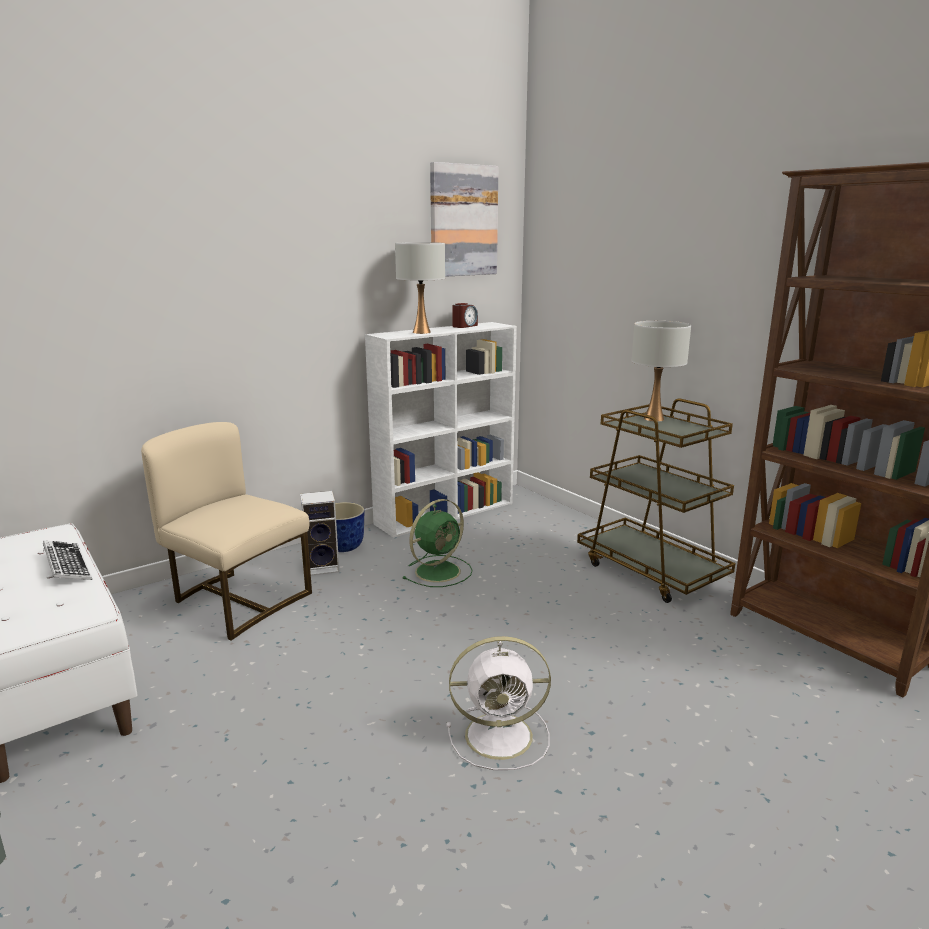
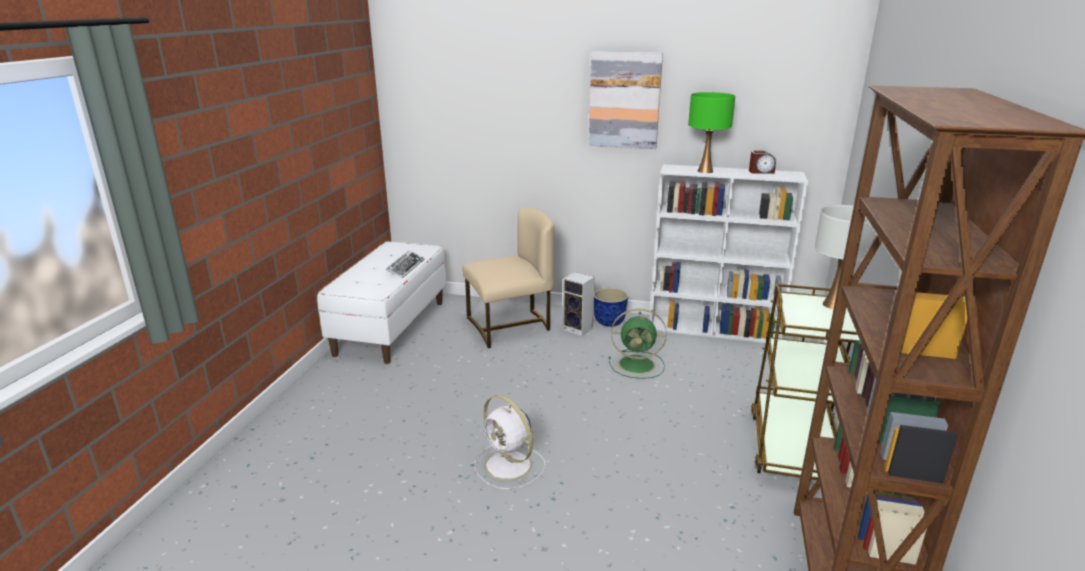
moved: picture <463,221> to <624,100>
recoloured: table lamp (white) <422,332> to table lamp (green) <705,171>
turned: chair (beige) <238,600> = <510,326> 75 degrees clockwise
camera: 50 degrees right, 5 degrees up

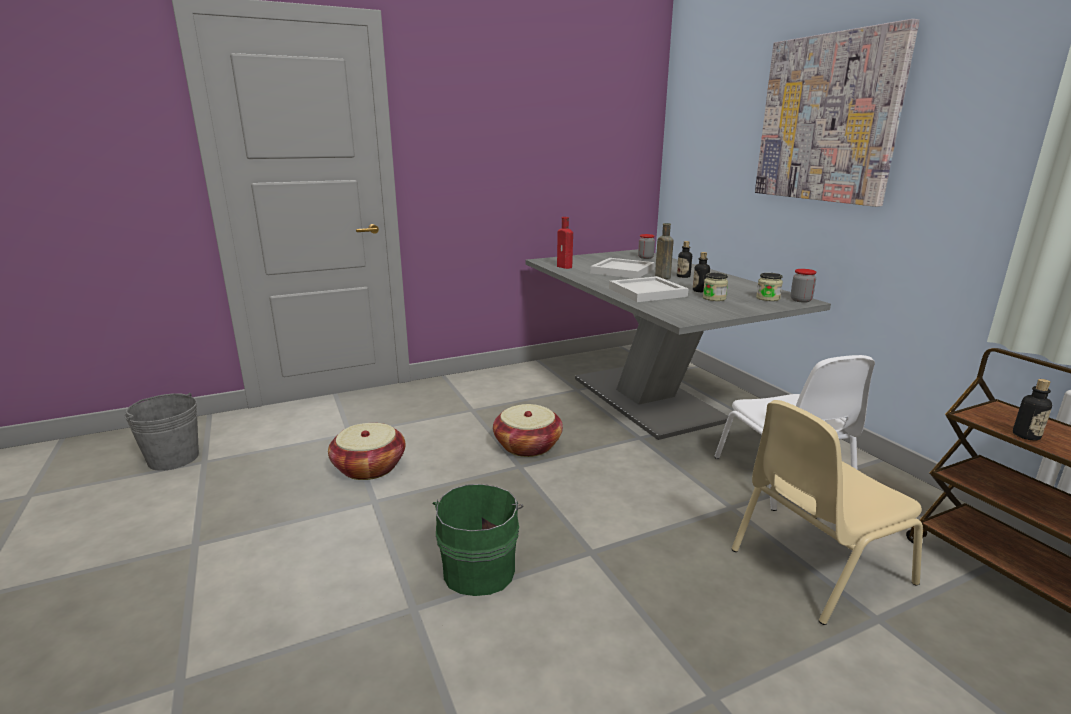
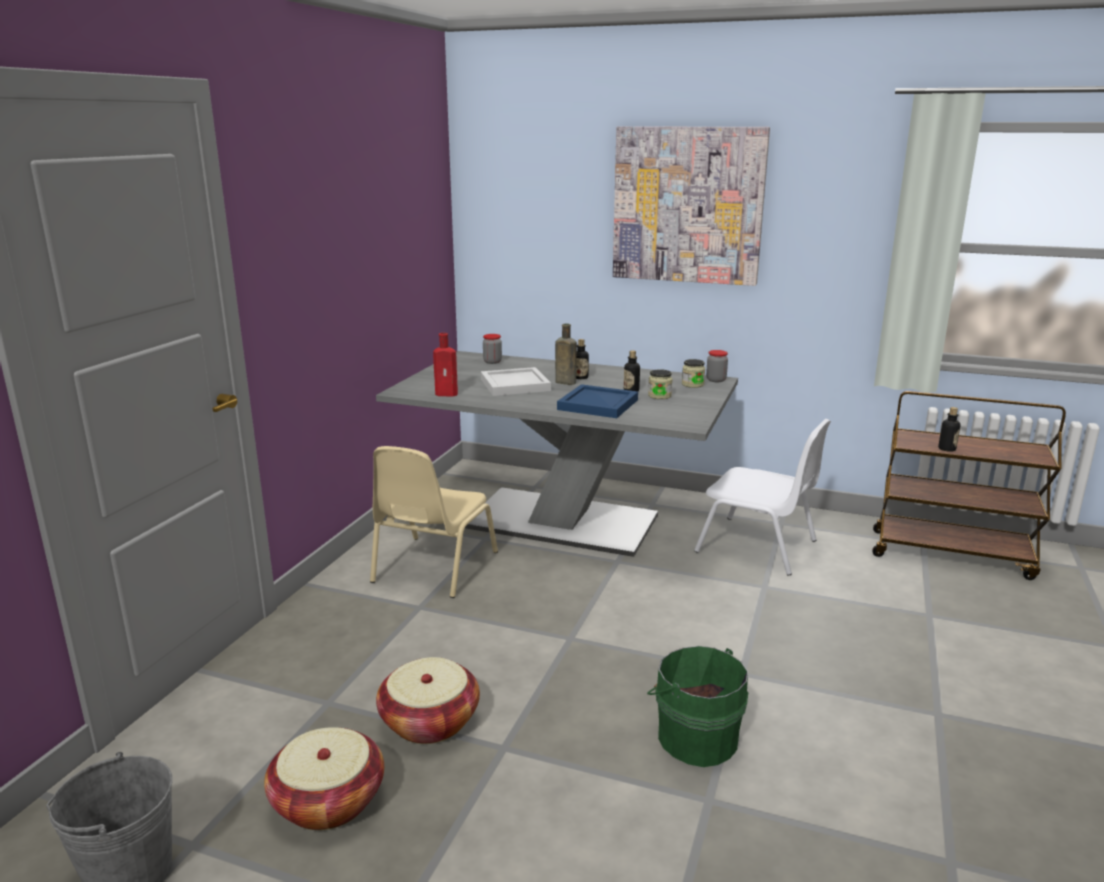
moved: basket <527,445> to <328,801>; chair (beige) <816,566> to <433,567>
recoloured: tray (white) <648,292> to tray (blue) <599,404>
camera: 45 degrees left, 0 degrees up

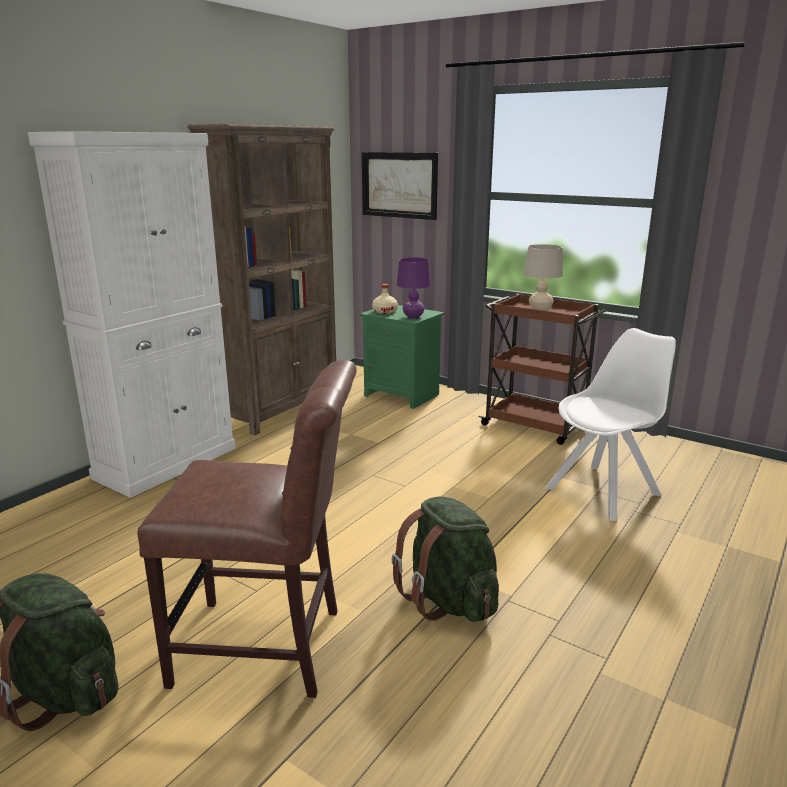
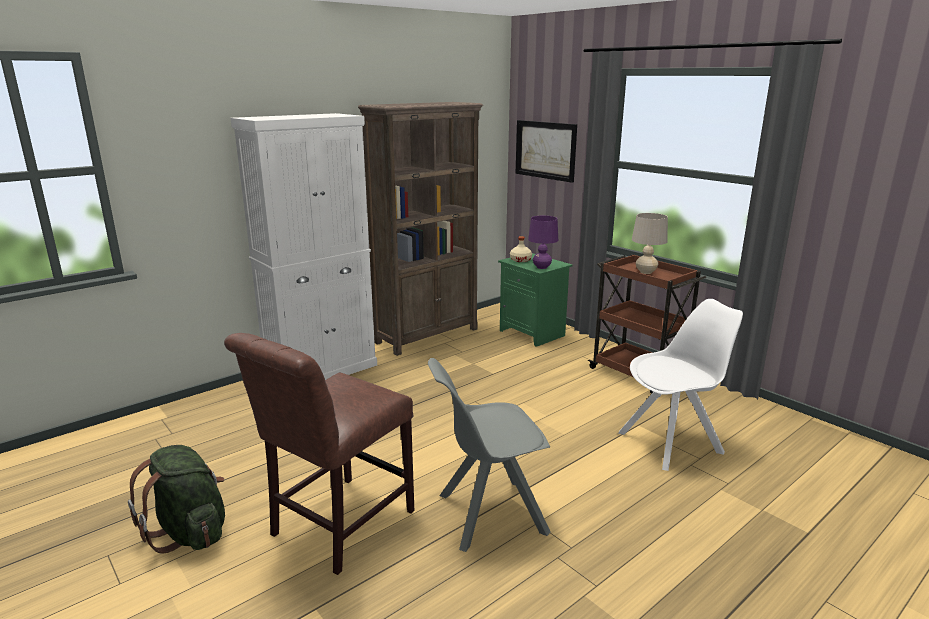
replaced: backpack (green) <448,600> to chair (grey) <488,514>
turned: chair (brown) <268,648> = <336,526> 105 degrees clockwise
camera: 15 degrees right, 0 degrees up

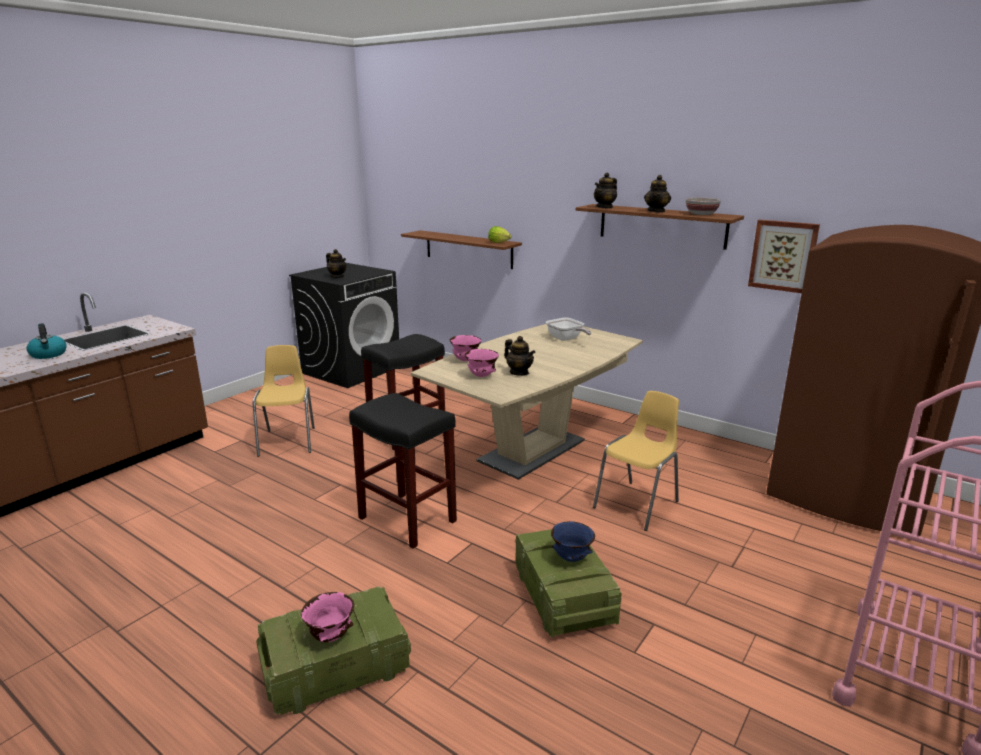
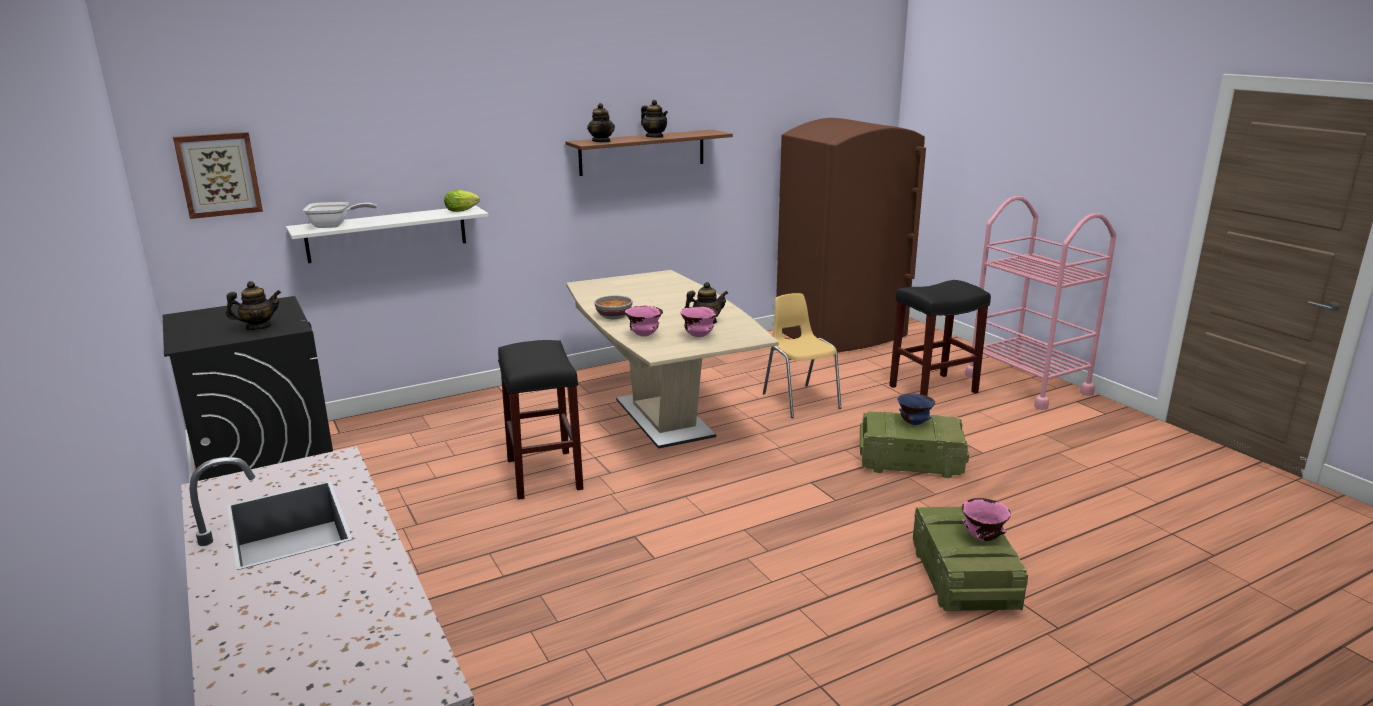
removed: kettle <49,354>; chair (yellow) <288,441>
moved: stool (black) <406,519> to <932,390>; frying pan <566,339> to <334,226>; bowl <701,214> to <613,316>; picture <783,255> to <218,174>
recoloured: shelf (brown) <468,249> to shelf (white) <387,233>
camera: 65 degrees left, 0 degrees up

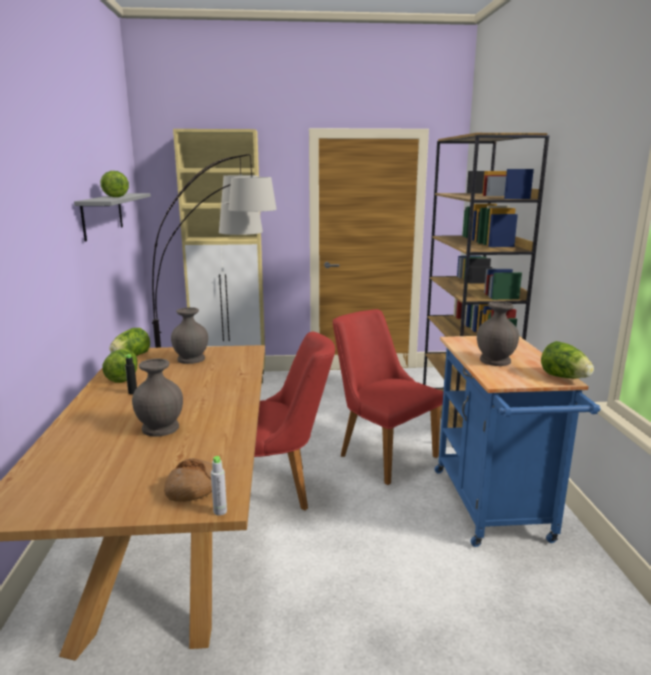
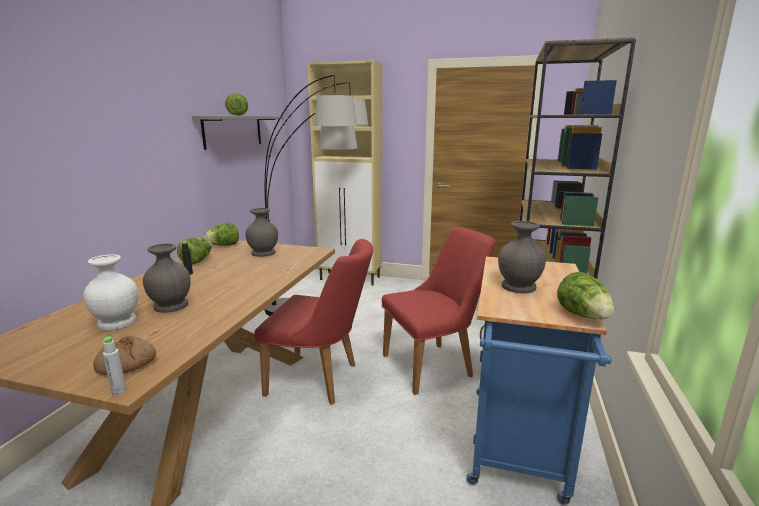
added: vase (white) <117,321>
turned: chair (red) <380,453> = <435,364> 90 degrees clockwise
camera: 20 degrees right, 0 degrees up

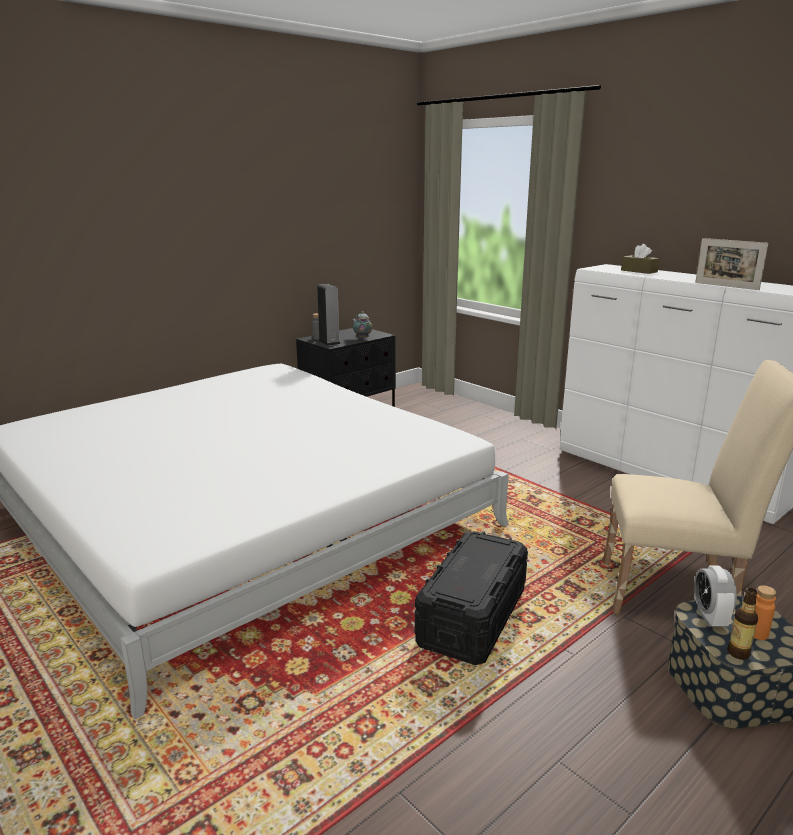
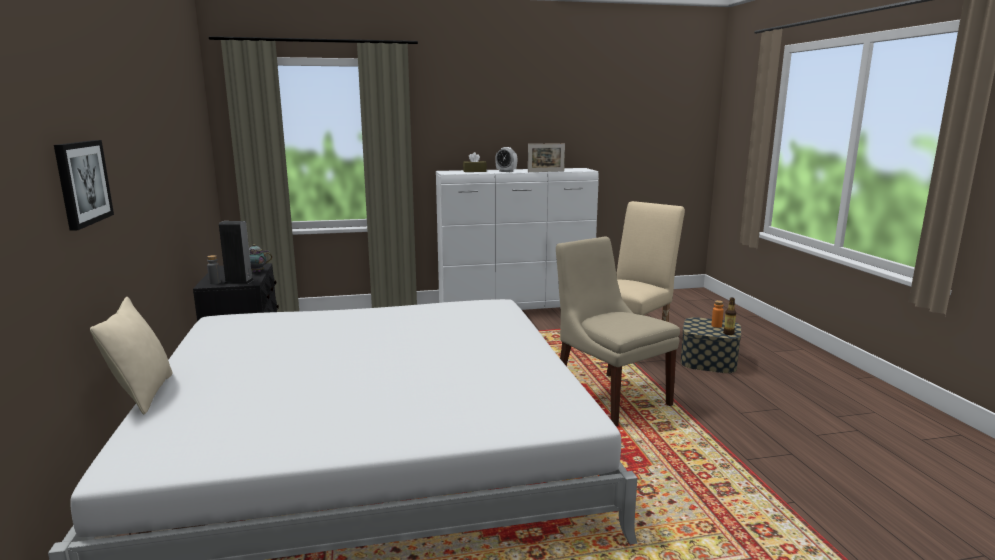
added: picture <82,183>; pillow (beige) <143,394>
moved: alarm clock <710,617> to <506,171>
replaced: storage box (black) <473,617> to chair (beige) <608,397>
camera: 60 degrees left, 5 degrees down

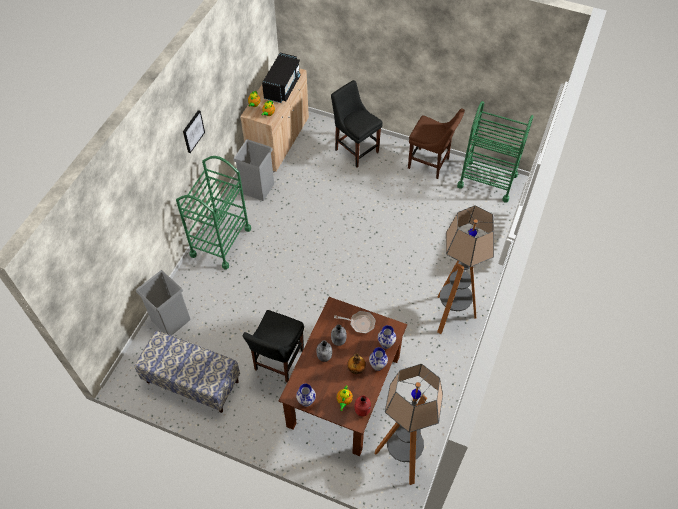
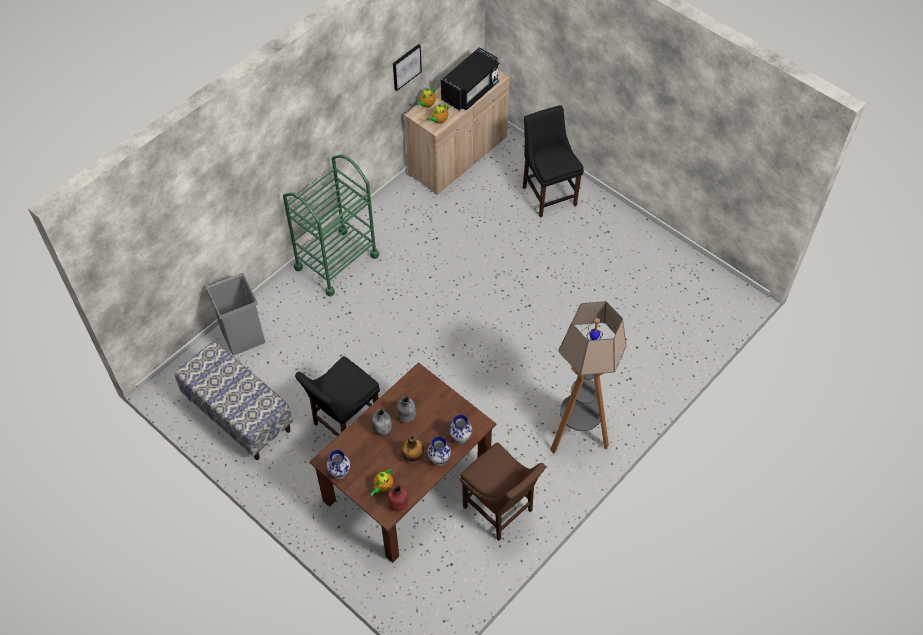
removed: trash can (grey) <258,188>; frying pan <360,323>; floor lamp <402,457>; cart (green) <487,181>
moved: picture <193,131> to <406,66>; chair (brown) <430,164> to <500,511>
camera: 20 degrees right, 0 degrees up

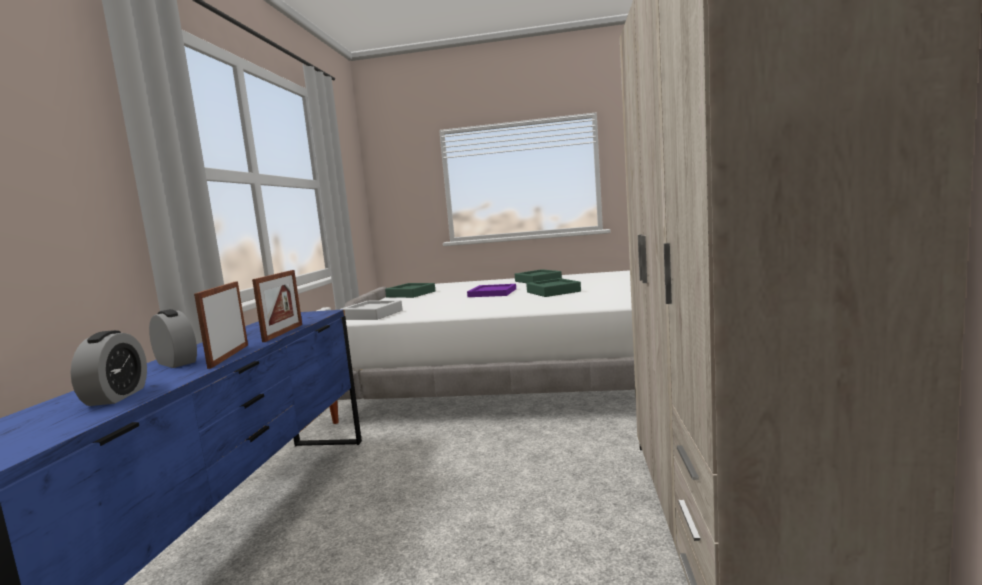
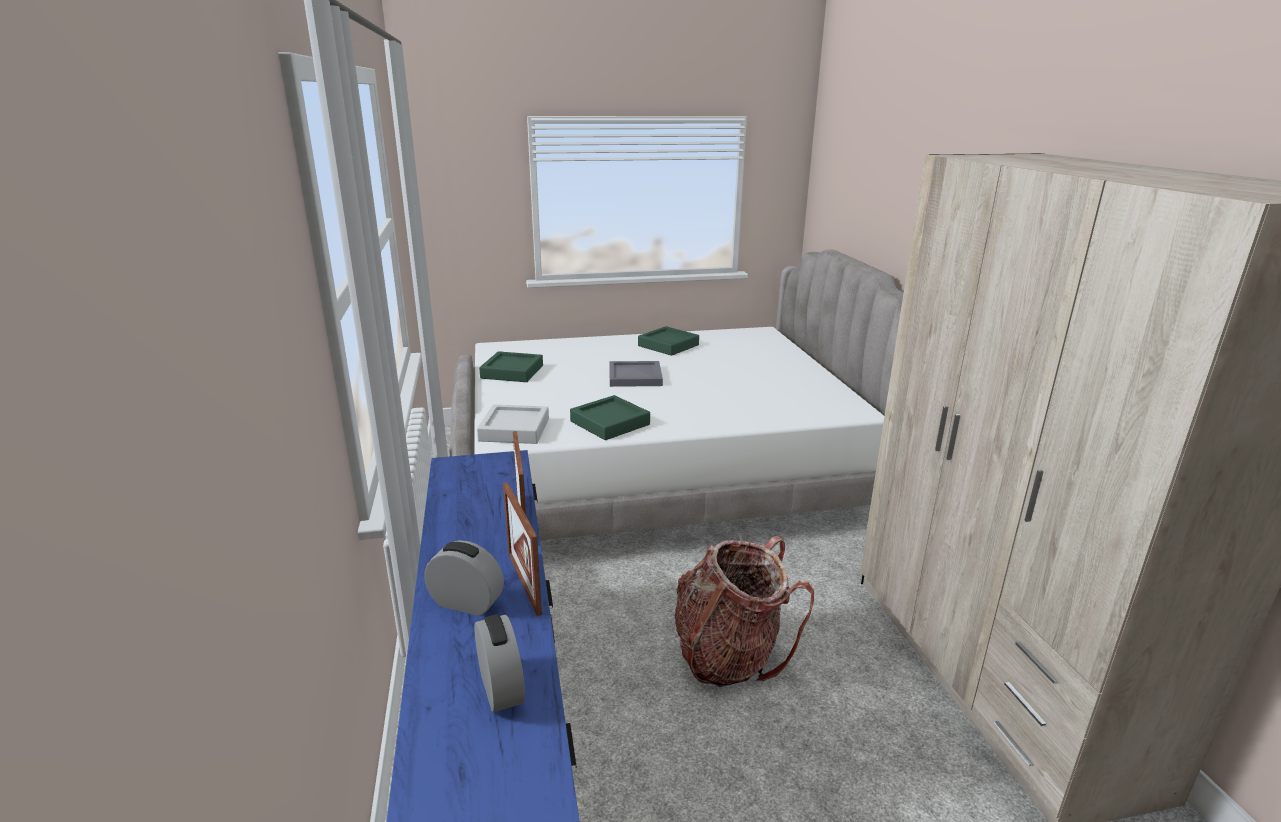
added: backpack <729,655>
moved: tray (green) <553,292> to <610,423>
recoloured: tray (purple) <492,293> to tray (grey) <634,376>
camera: 20 degrees left, 15 degrees up

